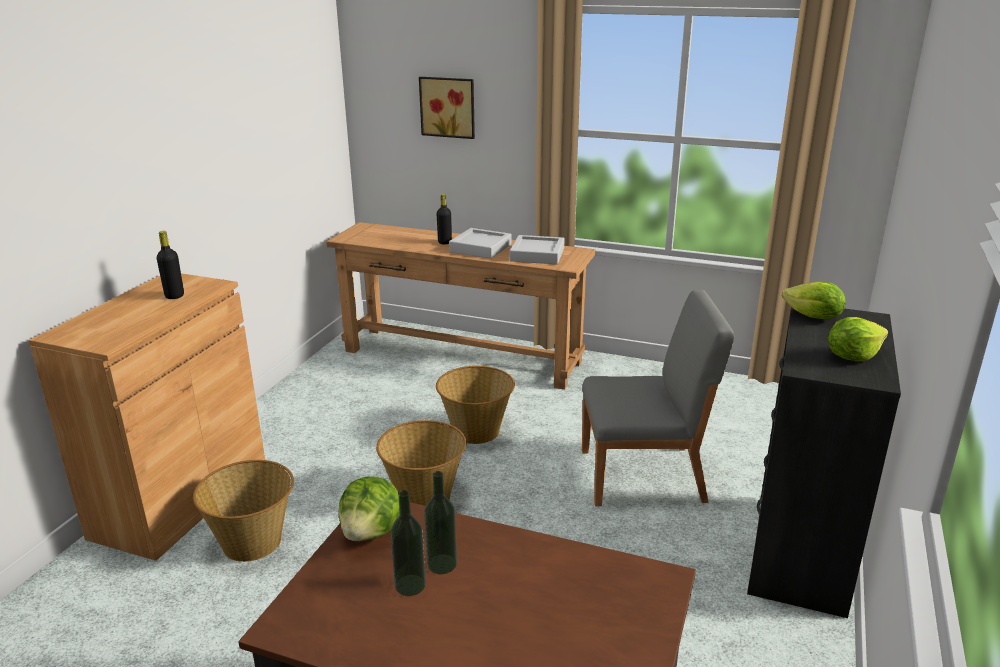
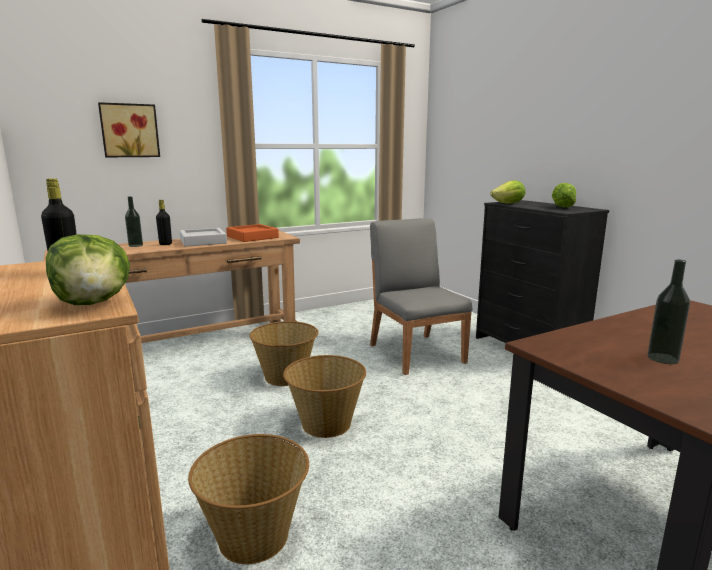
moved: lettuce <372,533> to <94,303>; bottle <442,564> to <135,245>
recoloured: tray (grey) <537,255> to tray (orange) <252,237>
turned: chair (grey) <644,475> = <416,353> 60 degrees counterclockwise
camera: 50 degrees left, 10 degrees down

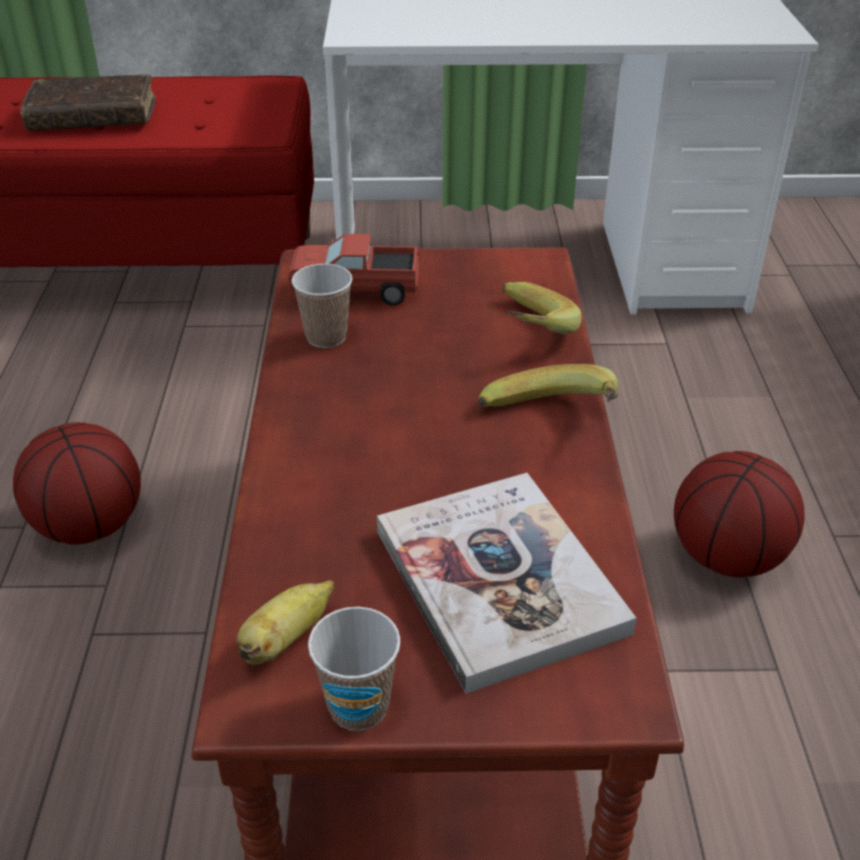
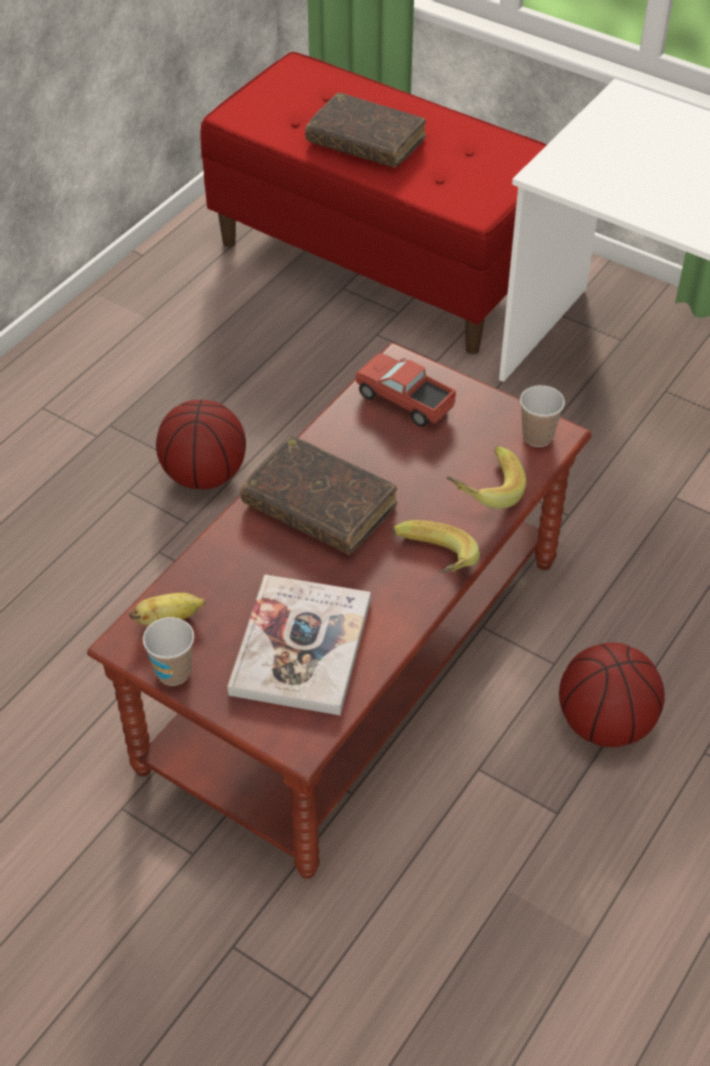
added: book (brown) <319,506>
moved: cup <326,337> to <537,437>
camera: 35 degrees right, 10 degrees up

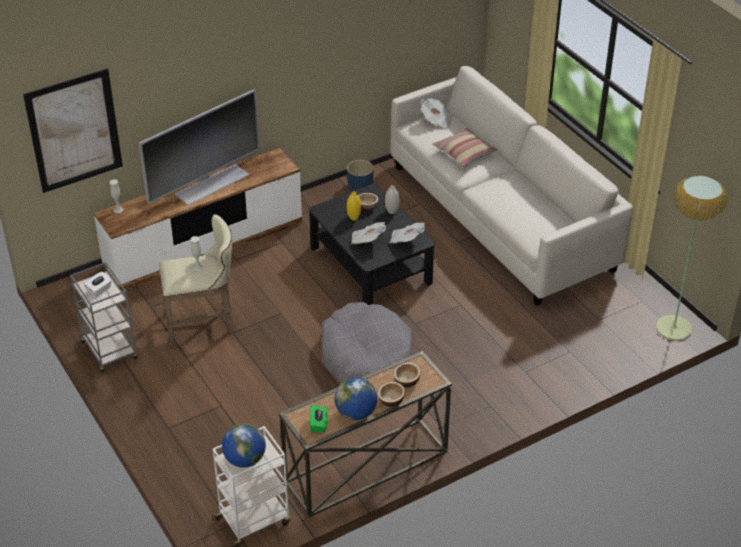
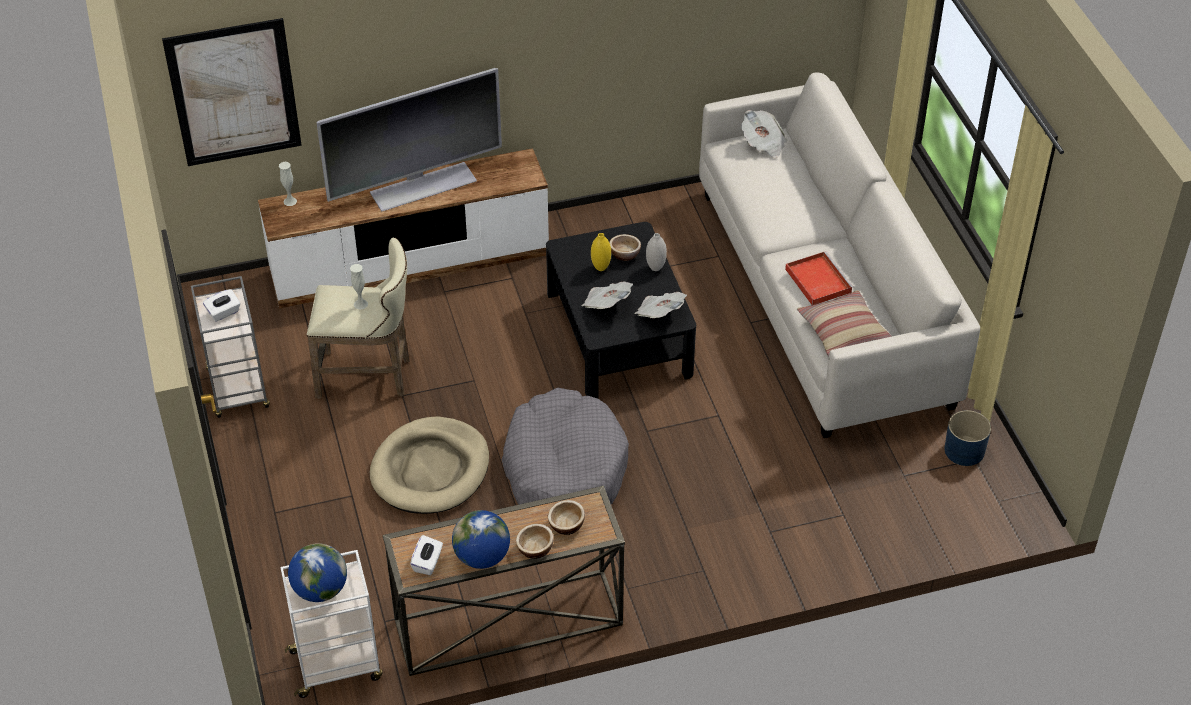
removed: floor lamp <674,328>
added: dog bed (beige) <430,470>; tray (red) <817,280>
moved: planter (blue) <360,187> to <964,451>; pillow <464,153> to <842,331>
recoloured: tissue box (green) <318,424> to tissue box (white) <427,563>
camera: 15 degrees right, 5 degrees up

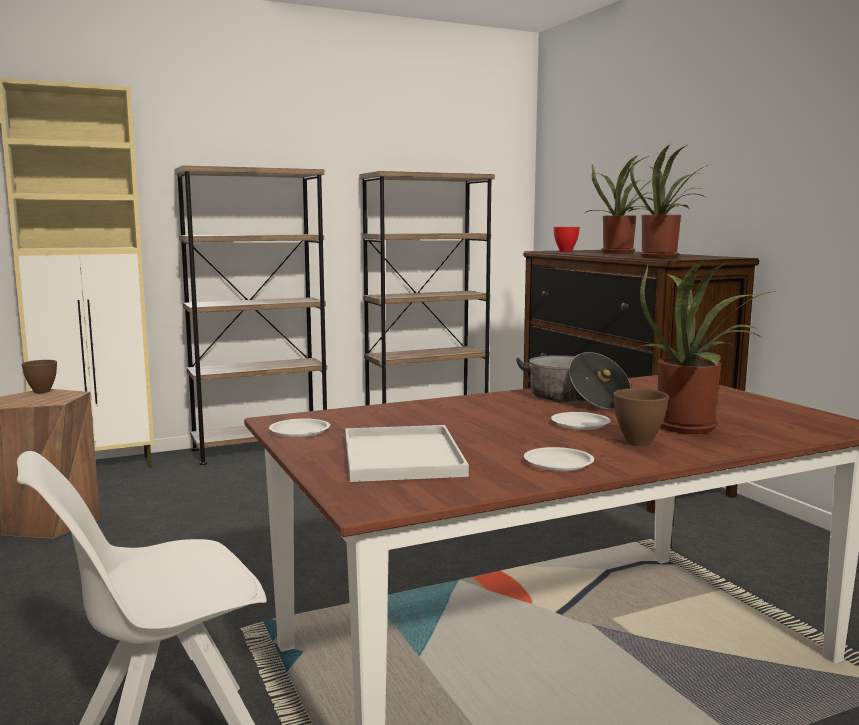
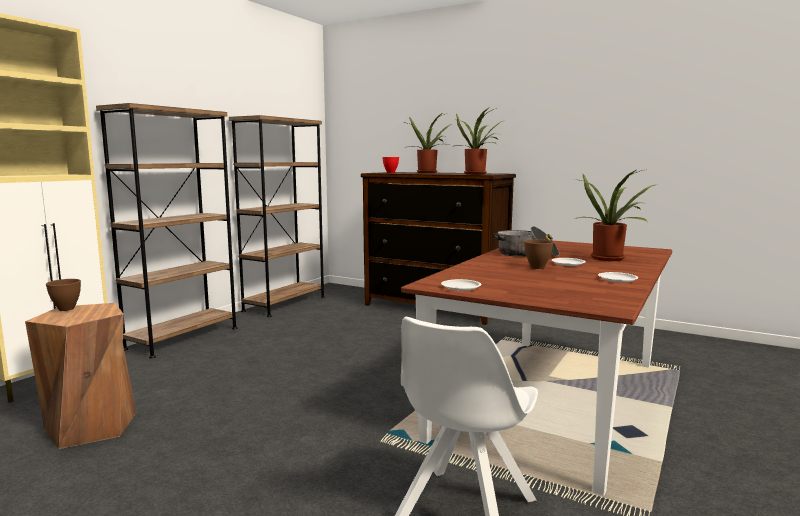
removed: tray (white) <404,456>
moved: bowl (brown) <636,442> to <536,267>
camera: 35 degrees left, 0 degrees up

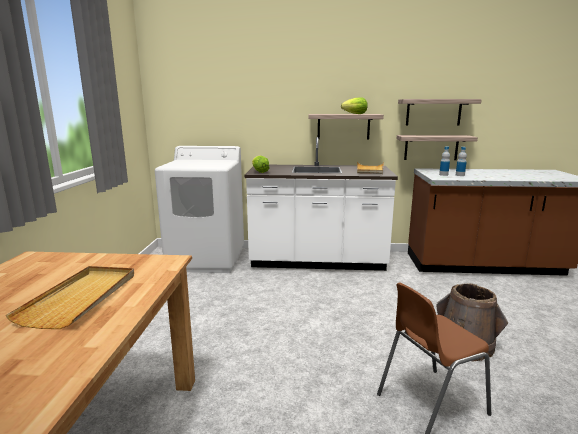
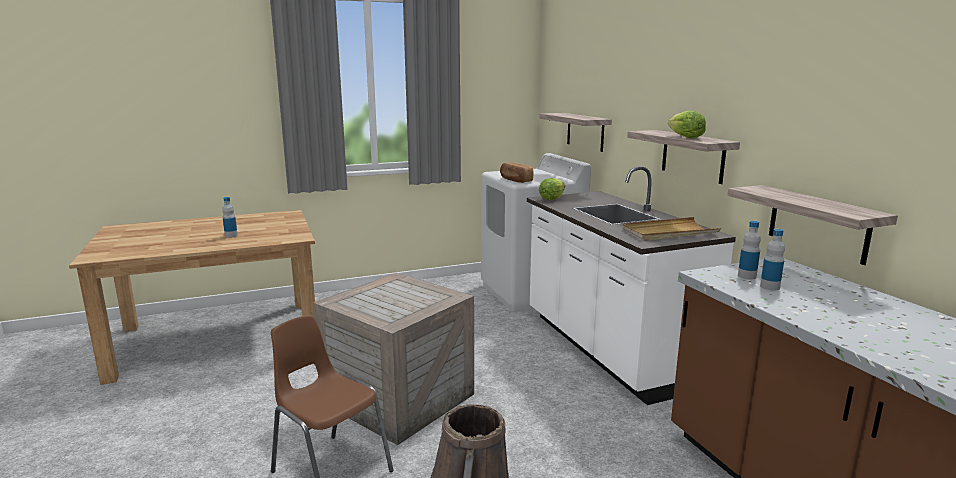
added: crate <399,397>; bread <515,180>
moved: shelf <433,112> to <585,131>
replaced: tray (beige) <81,298> to bottle <231,235>
camera: 65 degrees right, 0 degrees up

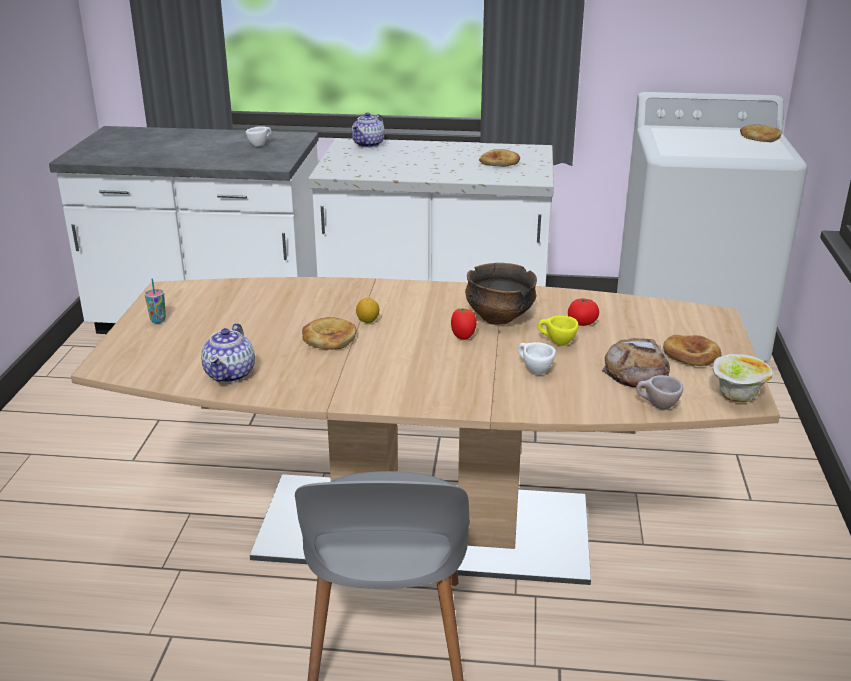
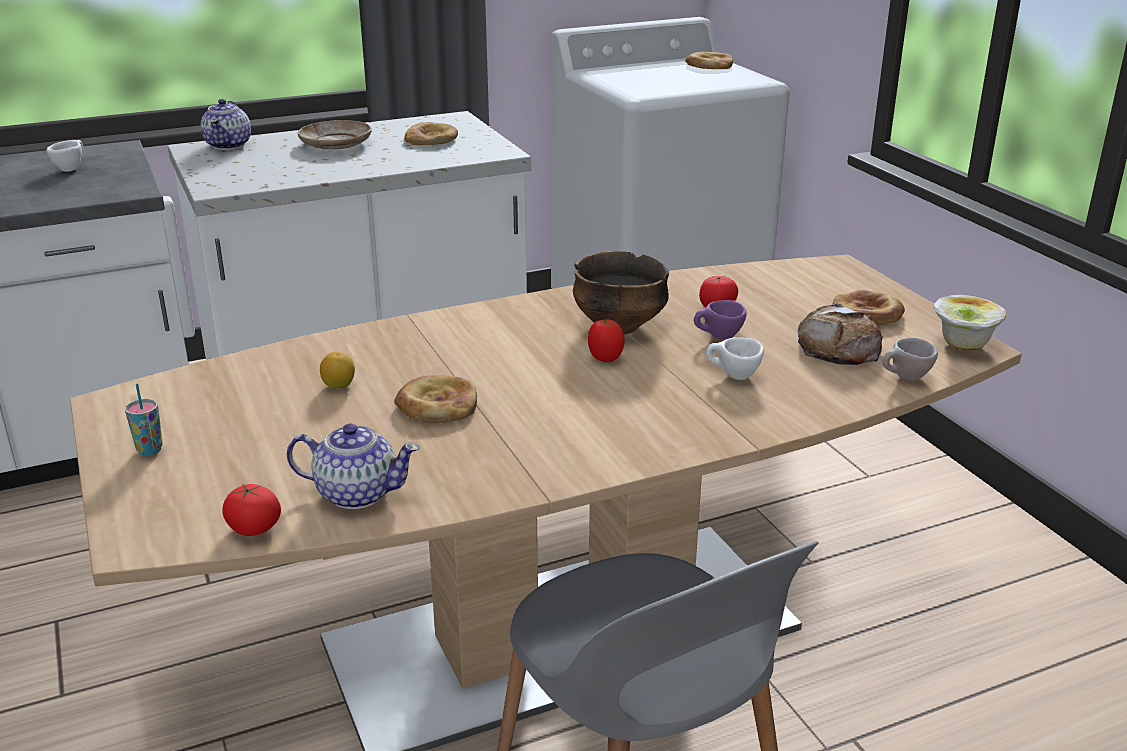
added: tomato <254,529>; plate (beige) <336,144>
moved: lemon <368,321> to <339,385>
recoloured: cup (yellow) <556,343> to cup (purple) <718,337>
turned: teapot <231,374> = <356,493> 60 degrees counterclockwise
camera: 30 degrees left, 0 degrees up

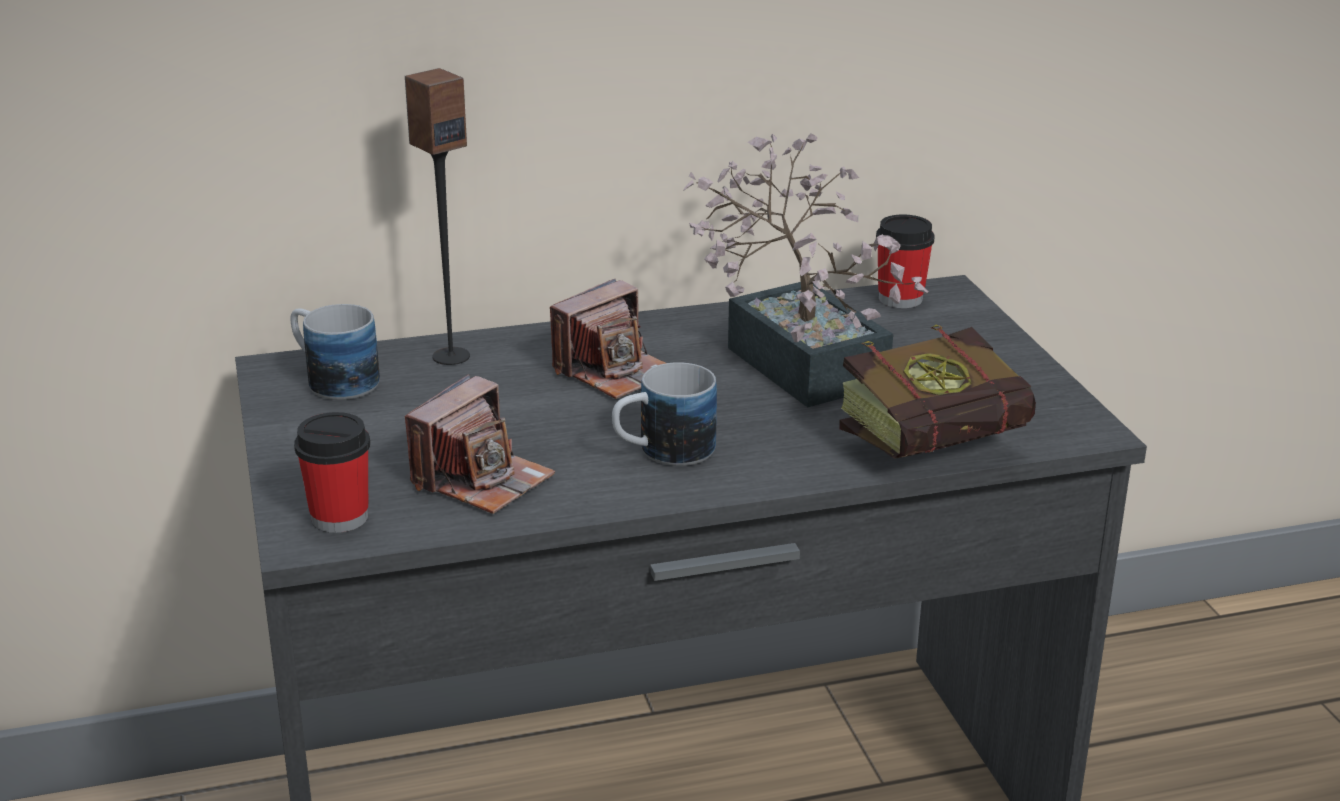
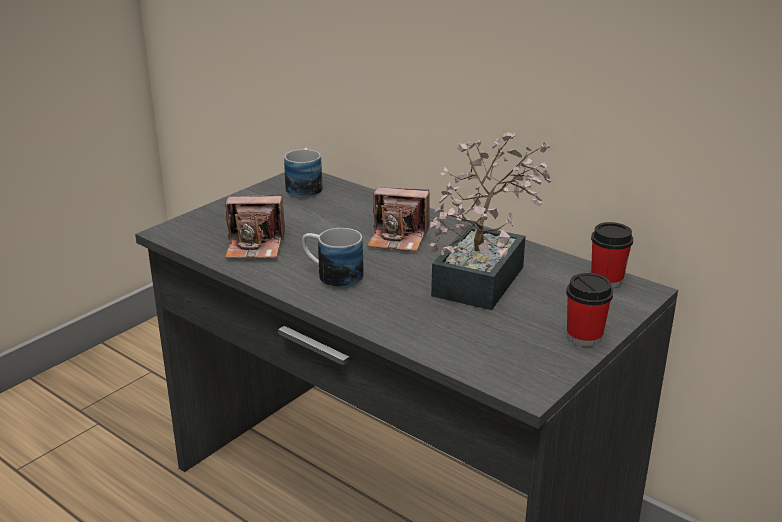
removed: speaker <450,356>; book <948,444>
moved: cup <339,517> to <584,337>
camera: 55 degrees right, 0 degrees up

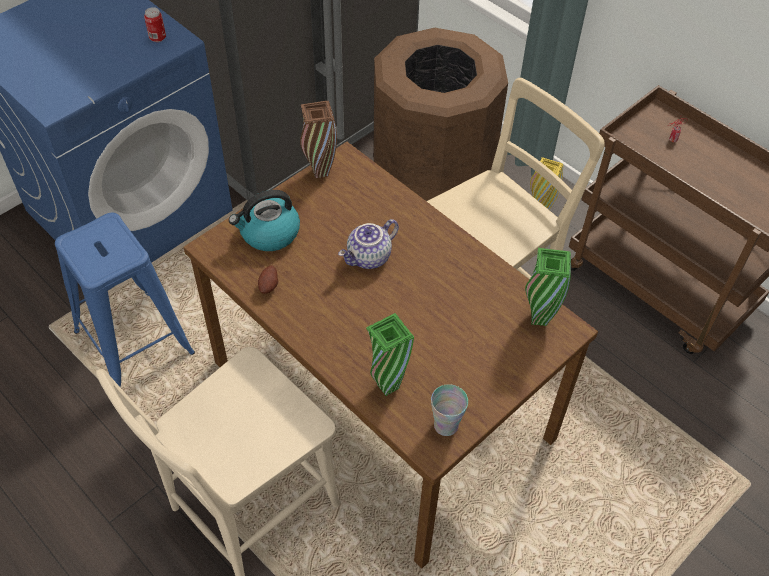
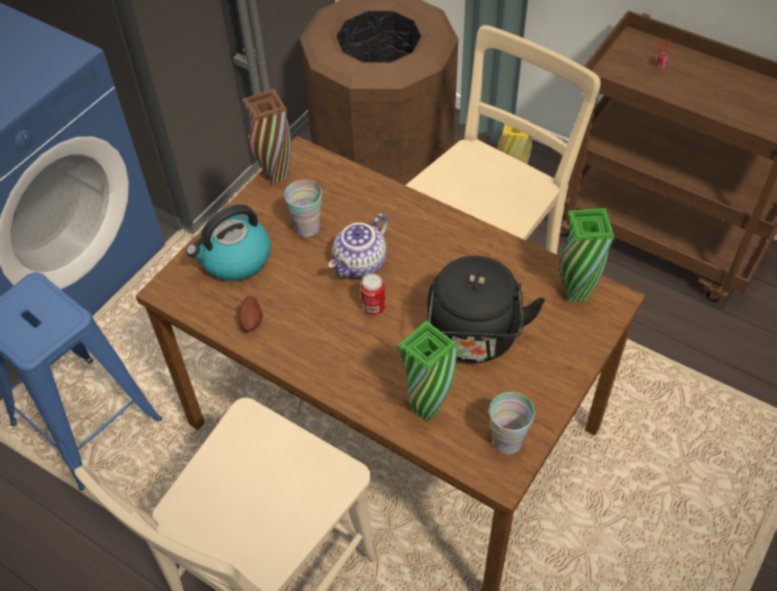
added: cup <307,228>; kettle (black) <474,338>
moved: can <157,38> to <373,308>
camera: 10 degrees left, 0 degrees up

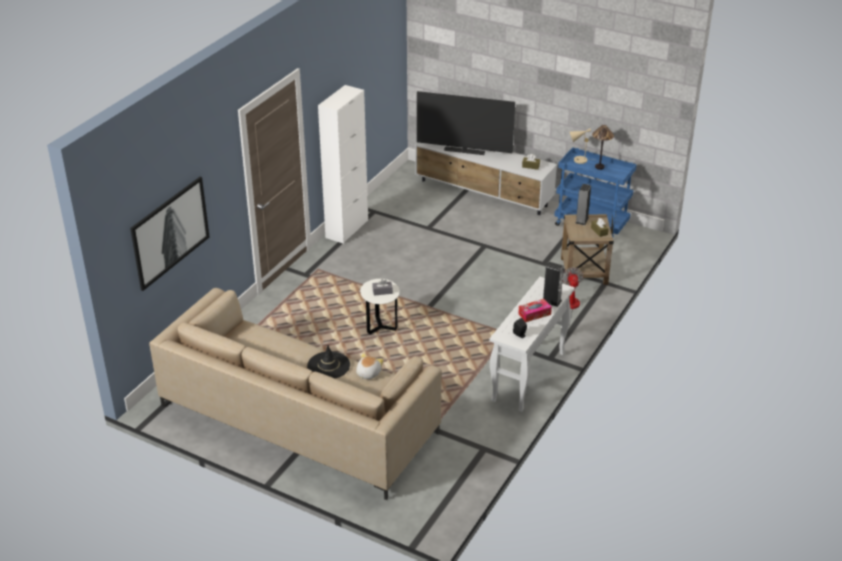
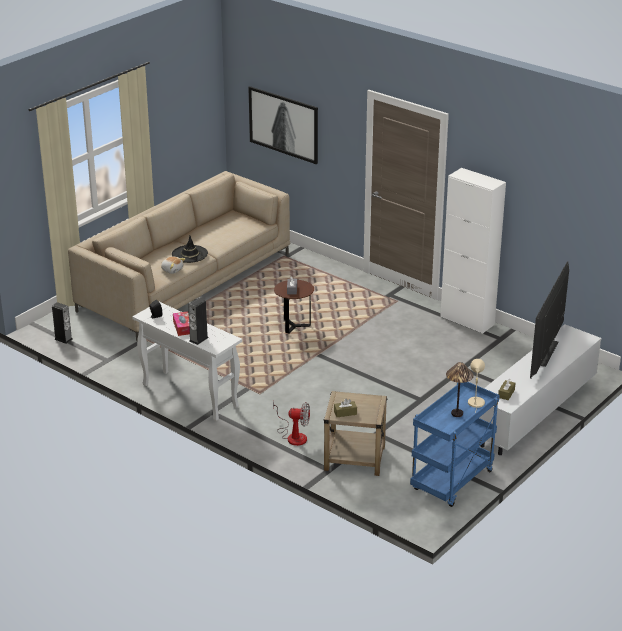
moved: speaker <582,220> to <63,339>
recoloured: side table (white) <380,327> to side table (brown) <294,326>
camera: 100 degrees right, 5 degrees down

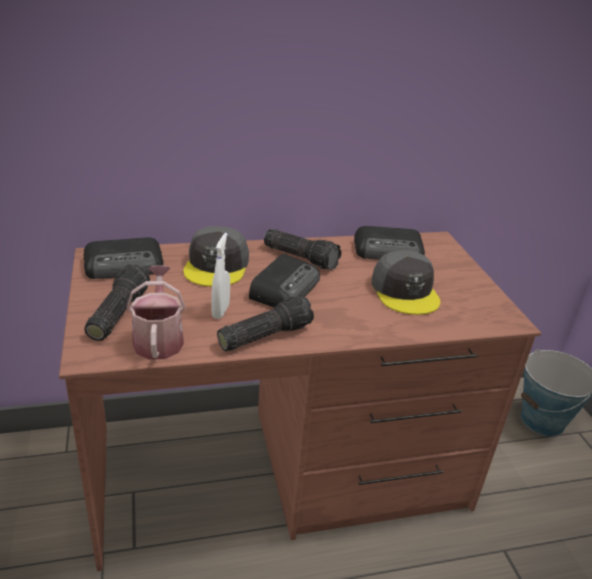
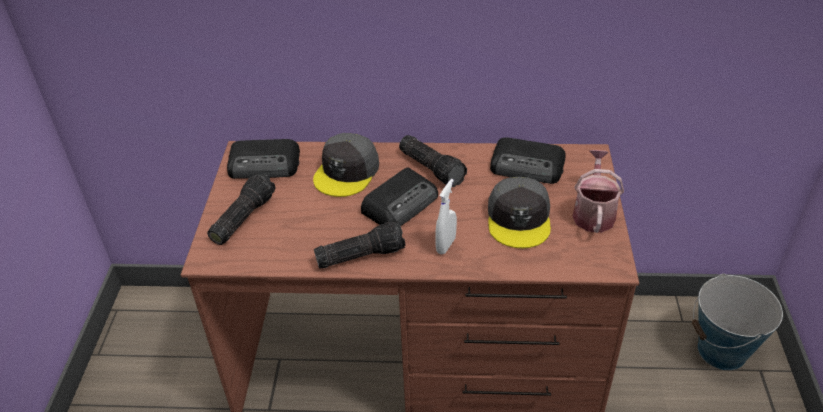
moved: watering can <158,338> to <593,213>; spray bottle (white) <220,311> to <446,245>
camera: 20 degrees right, 10 degrees up

